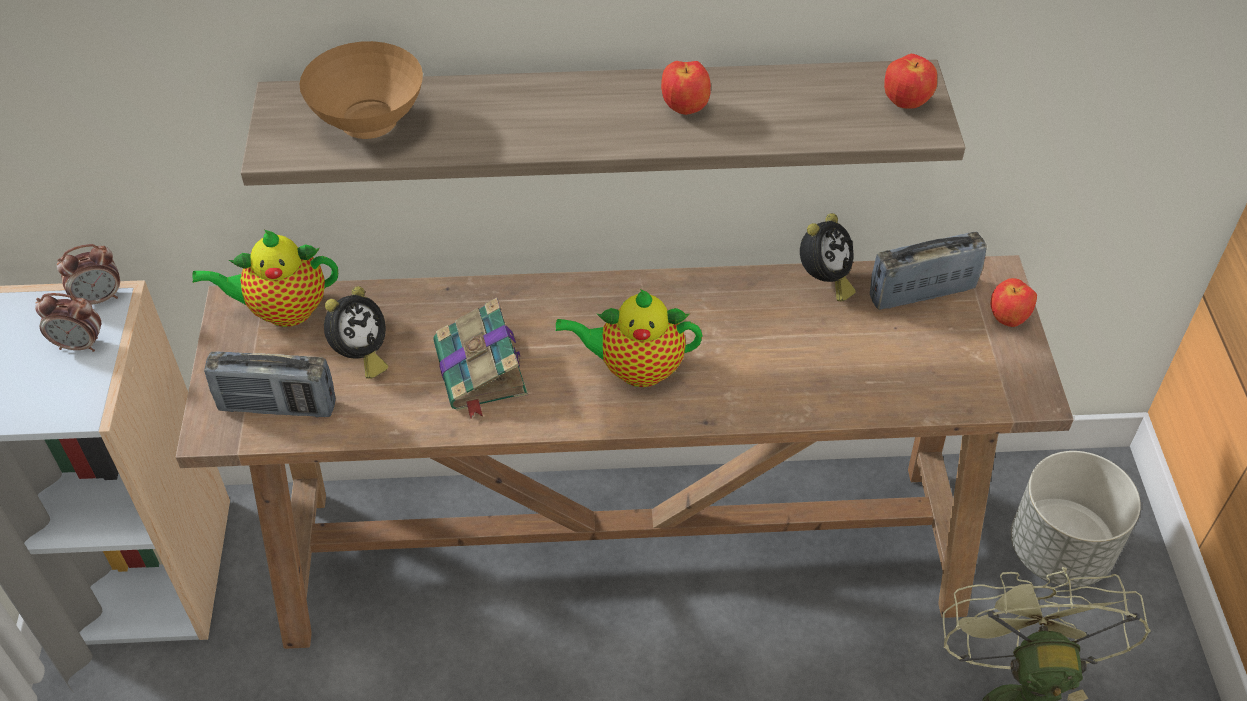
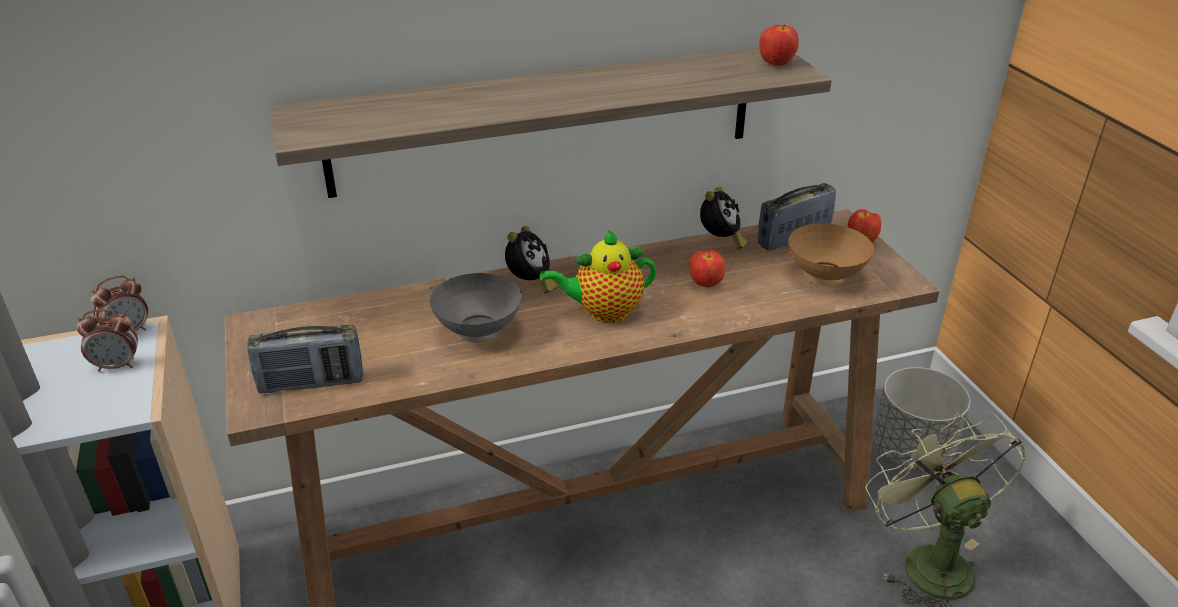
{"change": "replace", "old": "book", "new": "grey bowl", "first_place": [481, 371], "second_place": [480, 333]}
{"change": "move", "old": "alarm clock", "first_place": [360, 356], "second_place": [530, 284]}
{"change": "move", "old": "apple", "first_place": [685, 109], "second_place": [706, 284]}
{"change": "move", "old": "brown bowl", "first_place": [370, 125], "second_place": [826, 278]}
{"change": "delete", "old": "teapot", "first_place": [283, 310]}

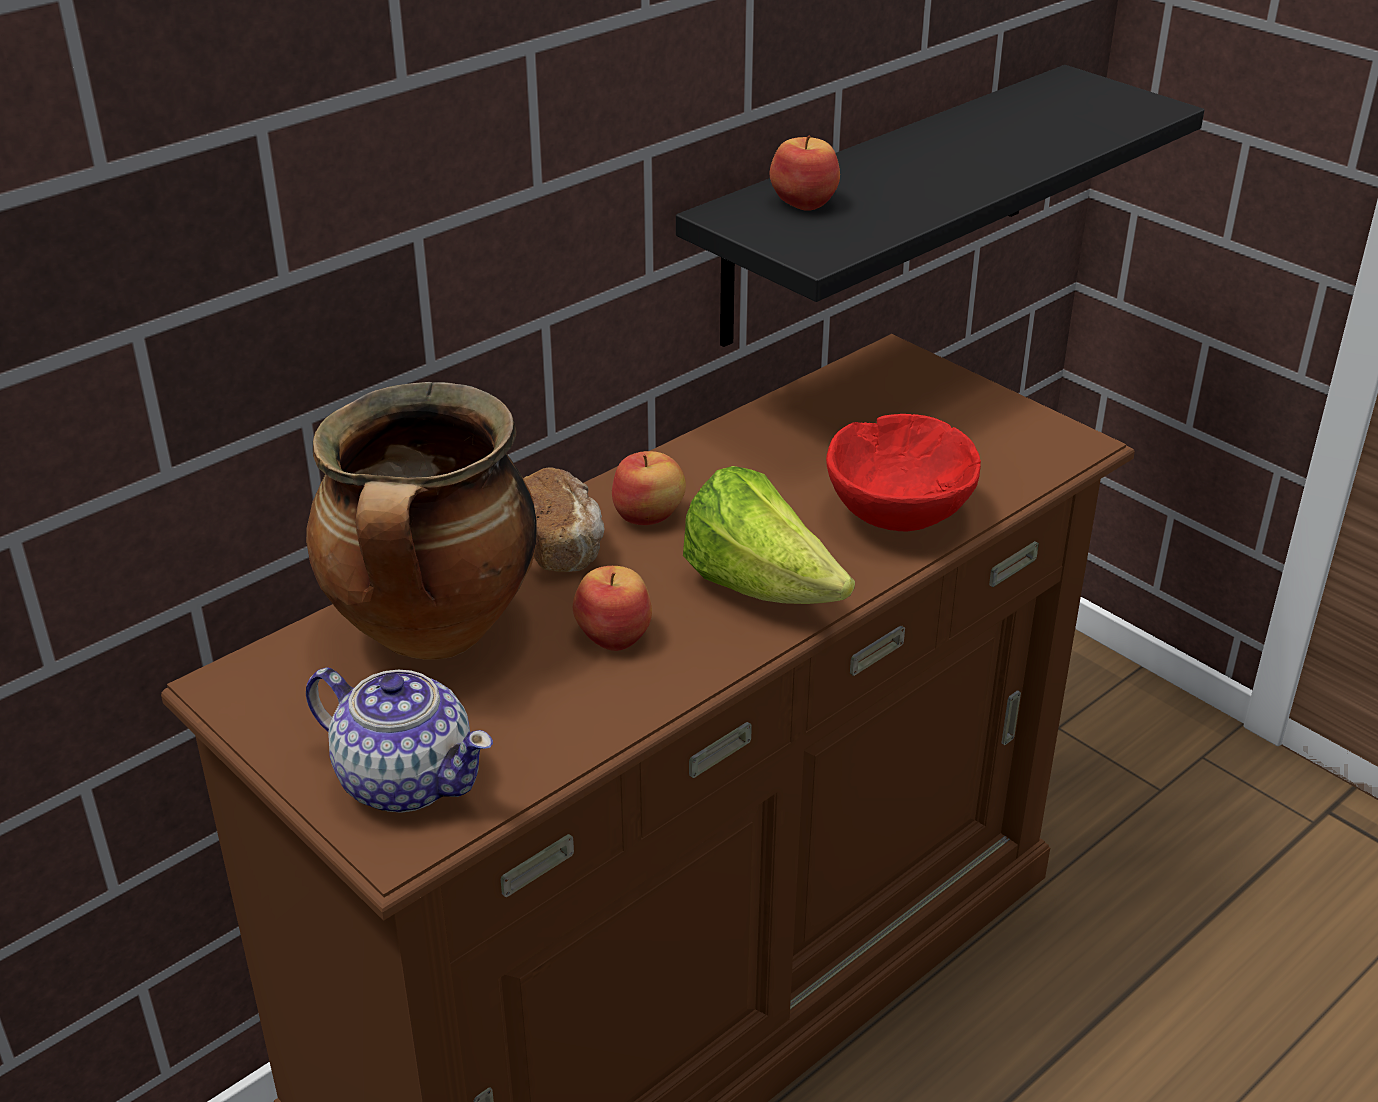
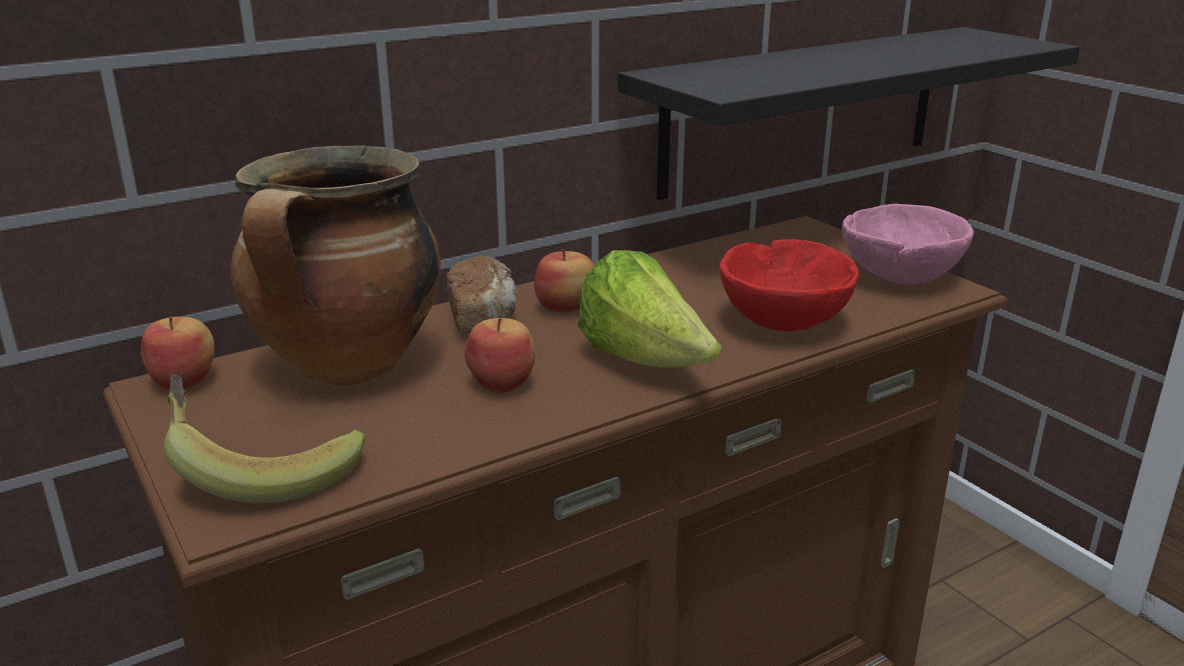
{"change": "move", "old": "apple", "first_place": [805, 201], "second_place": [185, 380]}
{"change": "replace", "old": "teapot", "new": "banana", "first_place": [405, 779], "second_place": [262, 469]}
{"change": "insert", "new": "pink bowl", "second_place": [900, 278]}

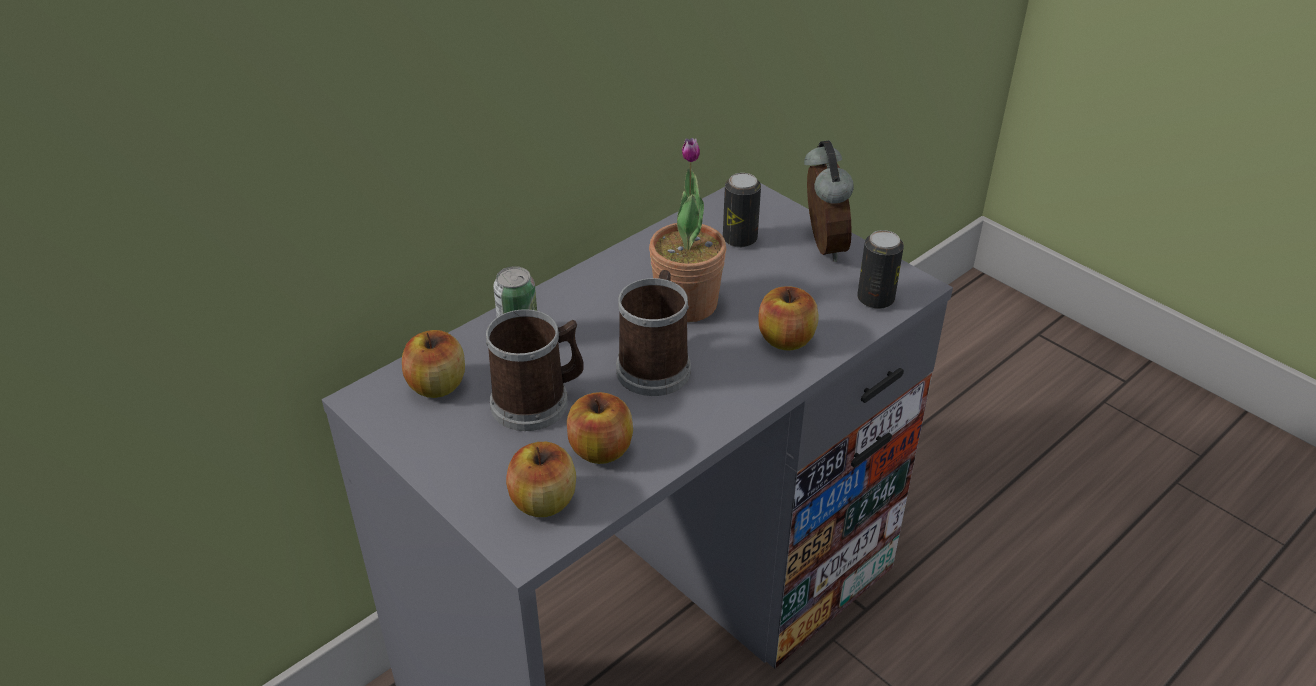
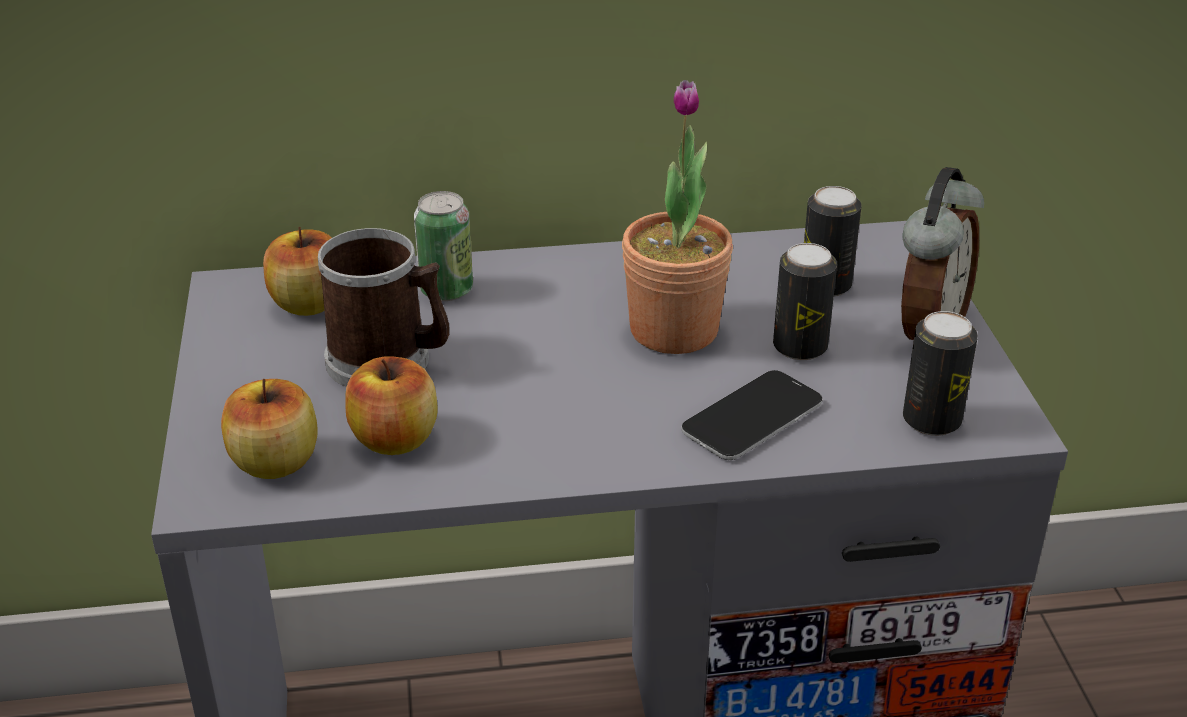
{"change": "replace", "old": "apple", "new": "phone", "first_place": [786, 340], "second_place": [752, 418]}
{"change": "insert", "new": "can", "second_place": [800, 347]}
{"change": "delete", "old": "mug", "first_place": [655, 364]}

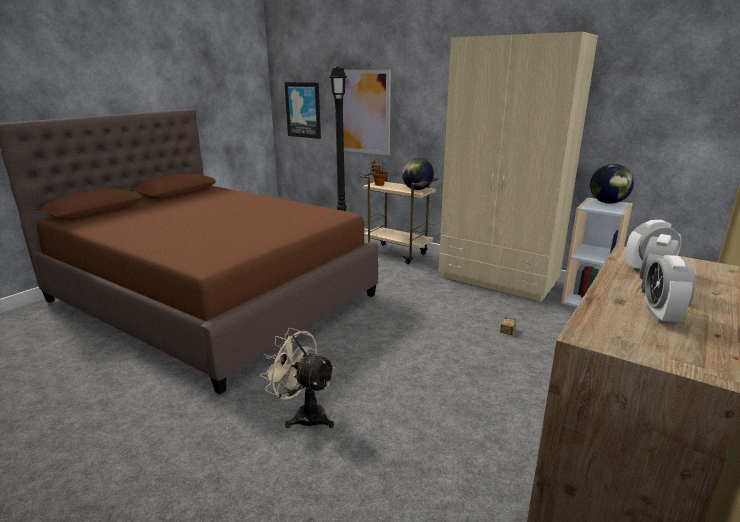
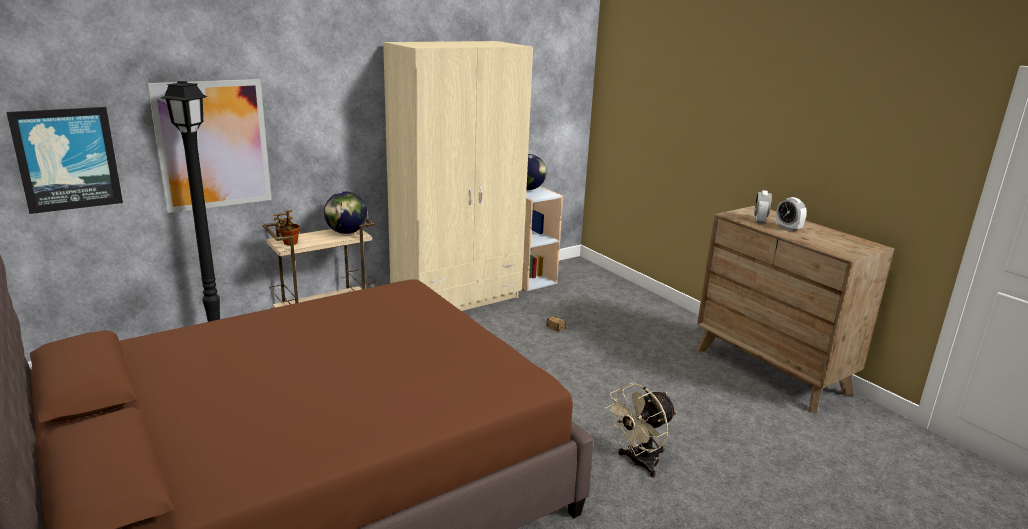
{"change": "delete", "old": "alarm clock", "first_place": [661, 316]}

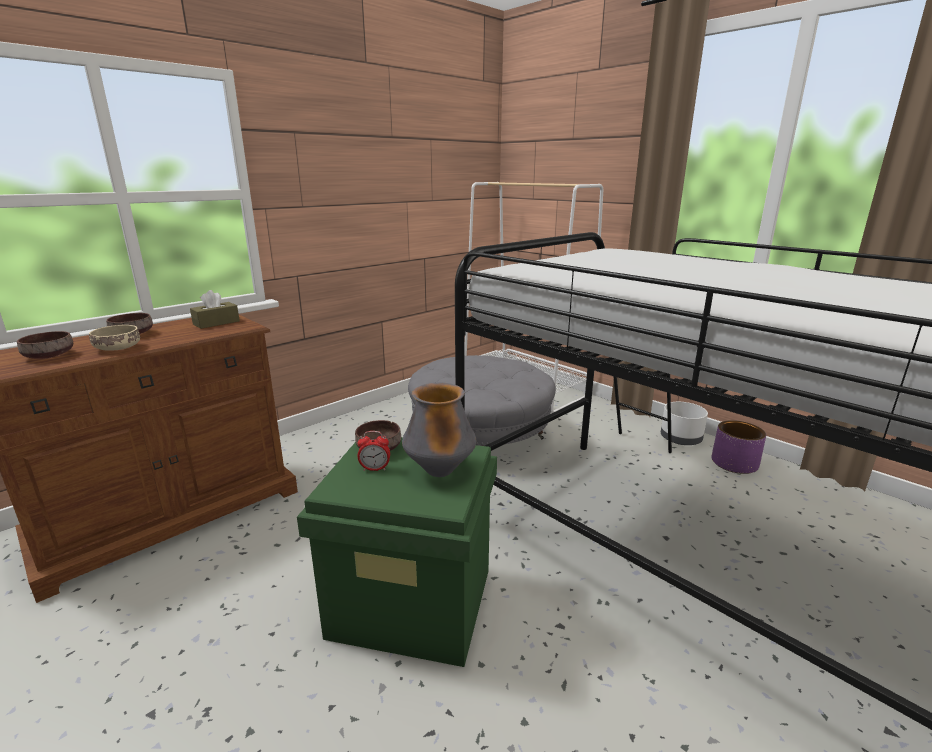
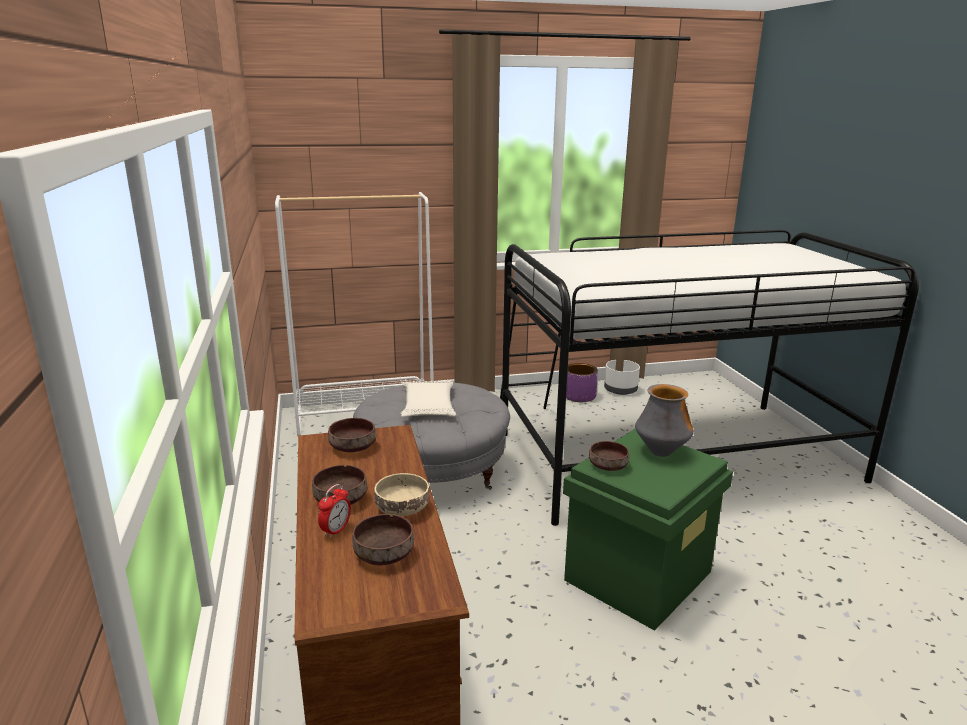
{"change": "move", "old": "alarm clock", "first_place": [375, 469], "second_place": [336, 530]}
{"change": "replace", "old": "brown tissue box", "new": "brown bowl", "first_place": [216, 323], "second_place": [353, 447]}
{"change": "insert", "new": "white pillow", "second_place": [428, 404]}
{"change": "move", "old": "white planter", "first_place": [681, 439], "second_place": [620, 390]}

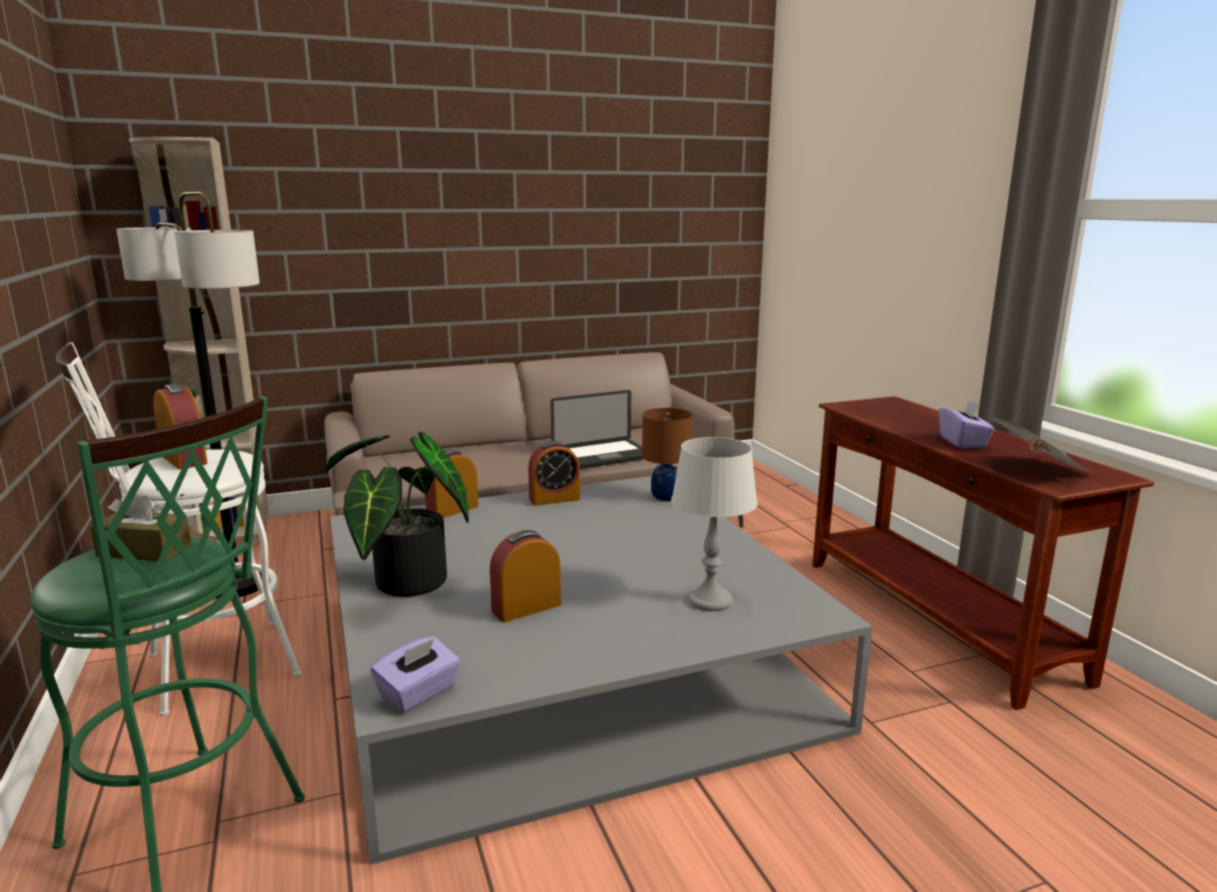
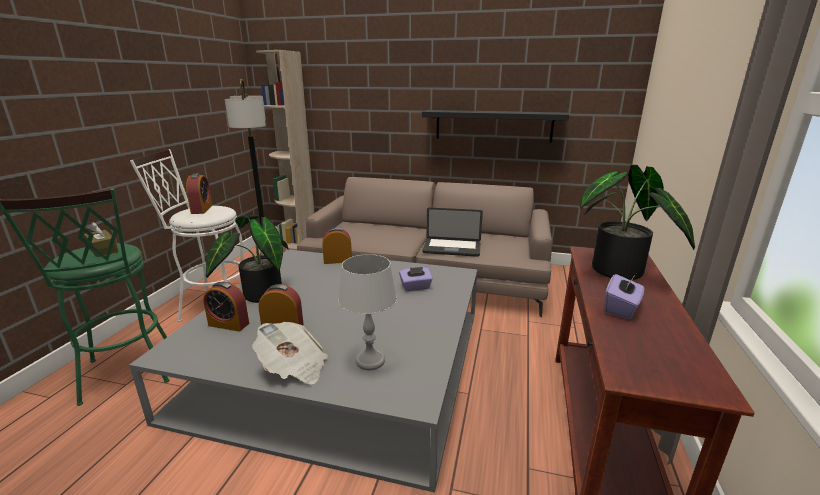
{"change": "move", "old": "alarm clock", "first_place": [554, 499], "second_place": [228, 324]}
{"change": "move", "old": "newspaper", "first_place": [1038, 471], "second_place": [293, 367]}
{"change": "move", "old": "purple tissue box", "first_place": [419, 694], "second_place": [415, 287]}
{"change": "insert", "new": "black shelf", "second_place": [493, 125]}
{"change": "insert", "new": "potted plant", "second_place": [619, 273]}
{"change": "delete", "old": "brown table lamp", "first_place": [665, 497]}

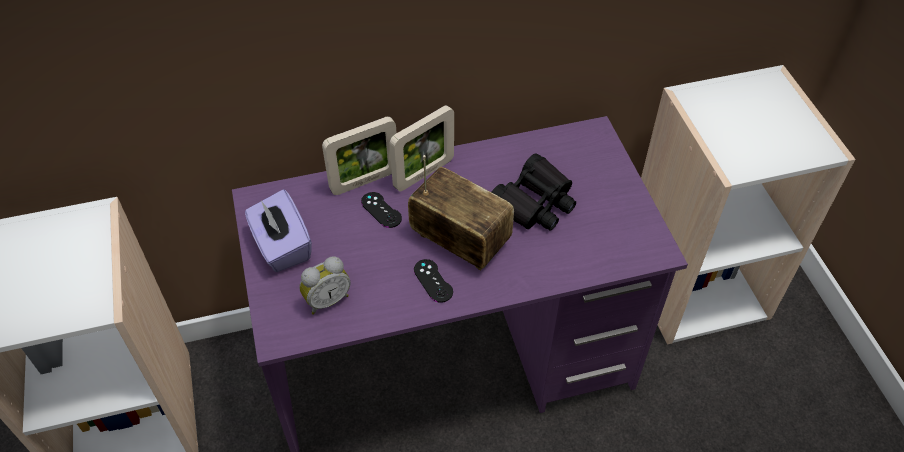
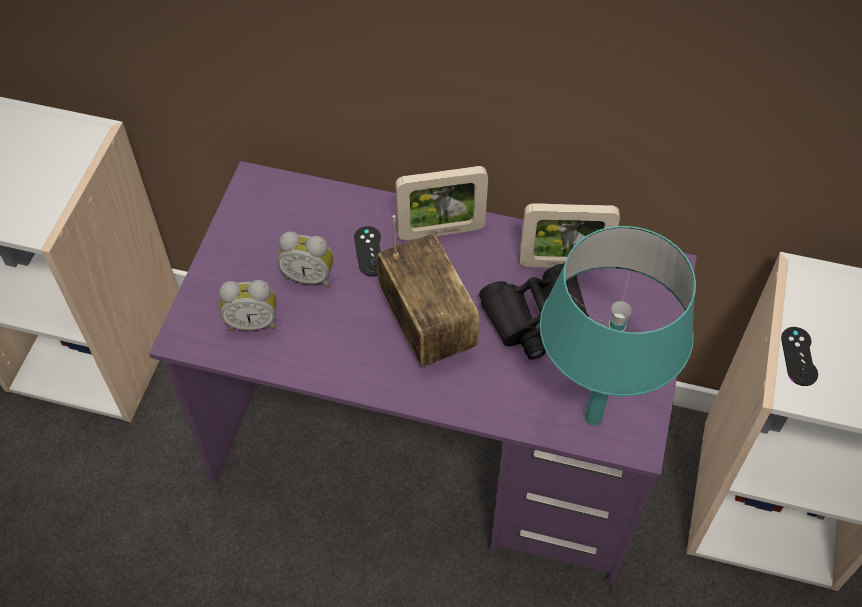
{"change": "insert", "new": "alarm clock", "second_place": [309, 276]}
{"change": "move", "old": "picture frame", "first_place": [364, 181], "second_place": [563, 264]}
{"change": "insert", "new": "turquoise table lamp", "second_place": [592, 417]}
{"change": "move", "old": "black game controller", "first_place": [433, 281], "second_place": [799, 356]}
{"change": "delete", "old": "purple tissue box", "first_place": [282, 246]}

